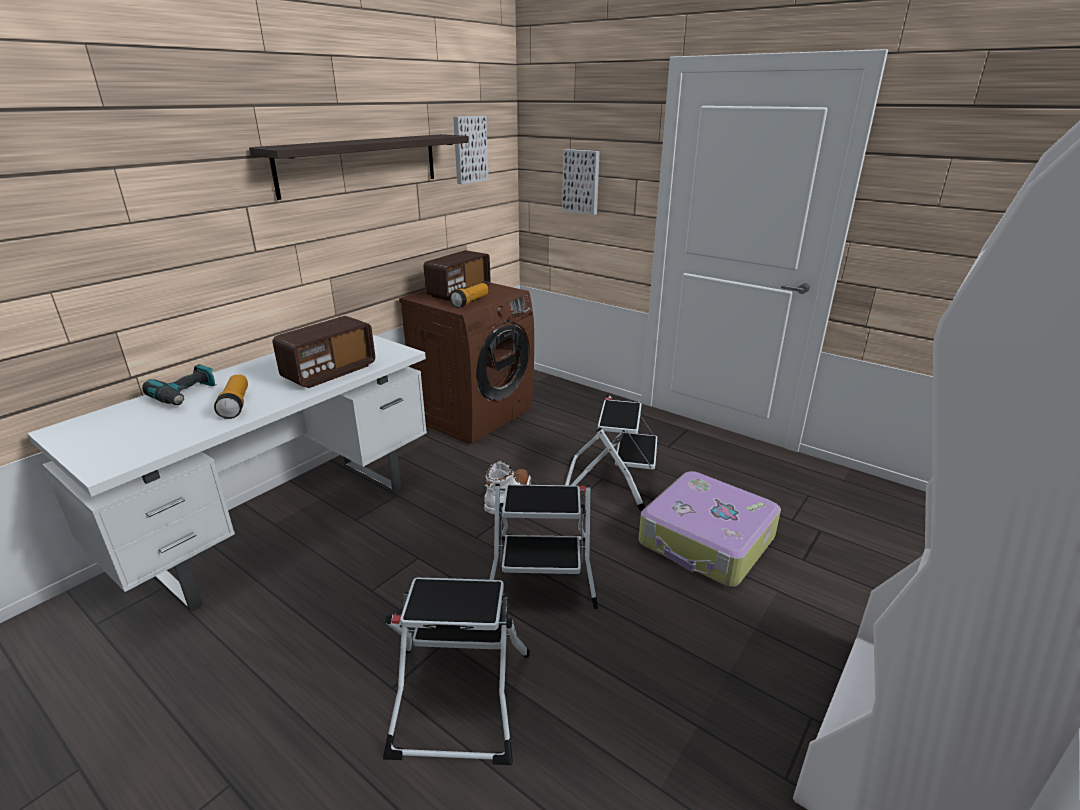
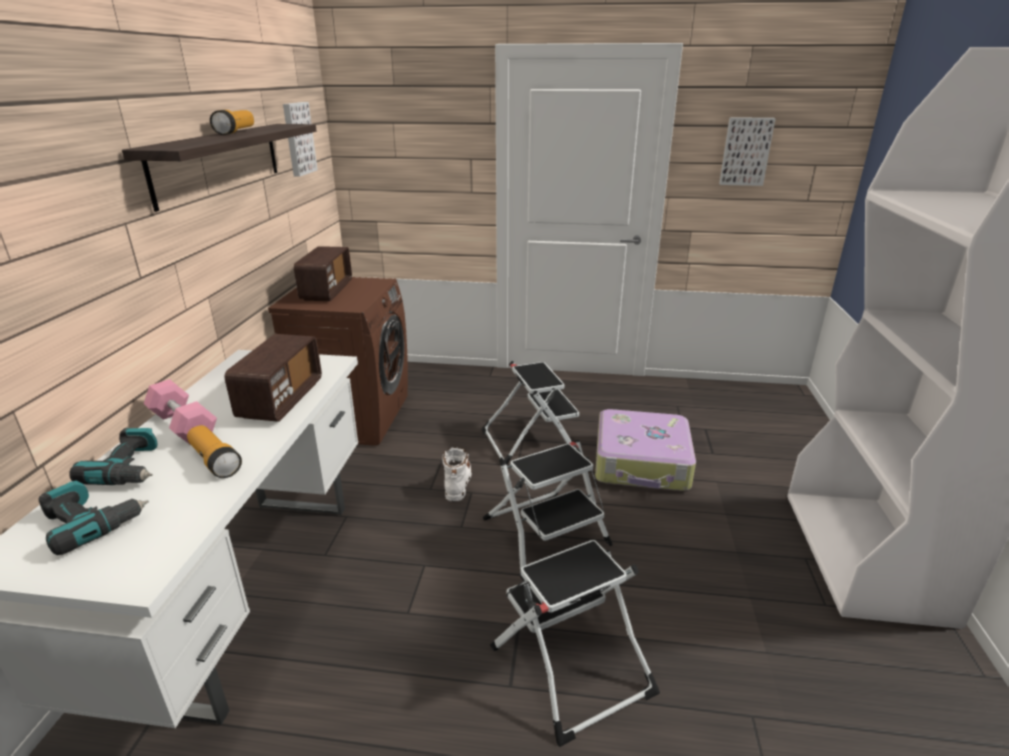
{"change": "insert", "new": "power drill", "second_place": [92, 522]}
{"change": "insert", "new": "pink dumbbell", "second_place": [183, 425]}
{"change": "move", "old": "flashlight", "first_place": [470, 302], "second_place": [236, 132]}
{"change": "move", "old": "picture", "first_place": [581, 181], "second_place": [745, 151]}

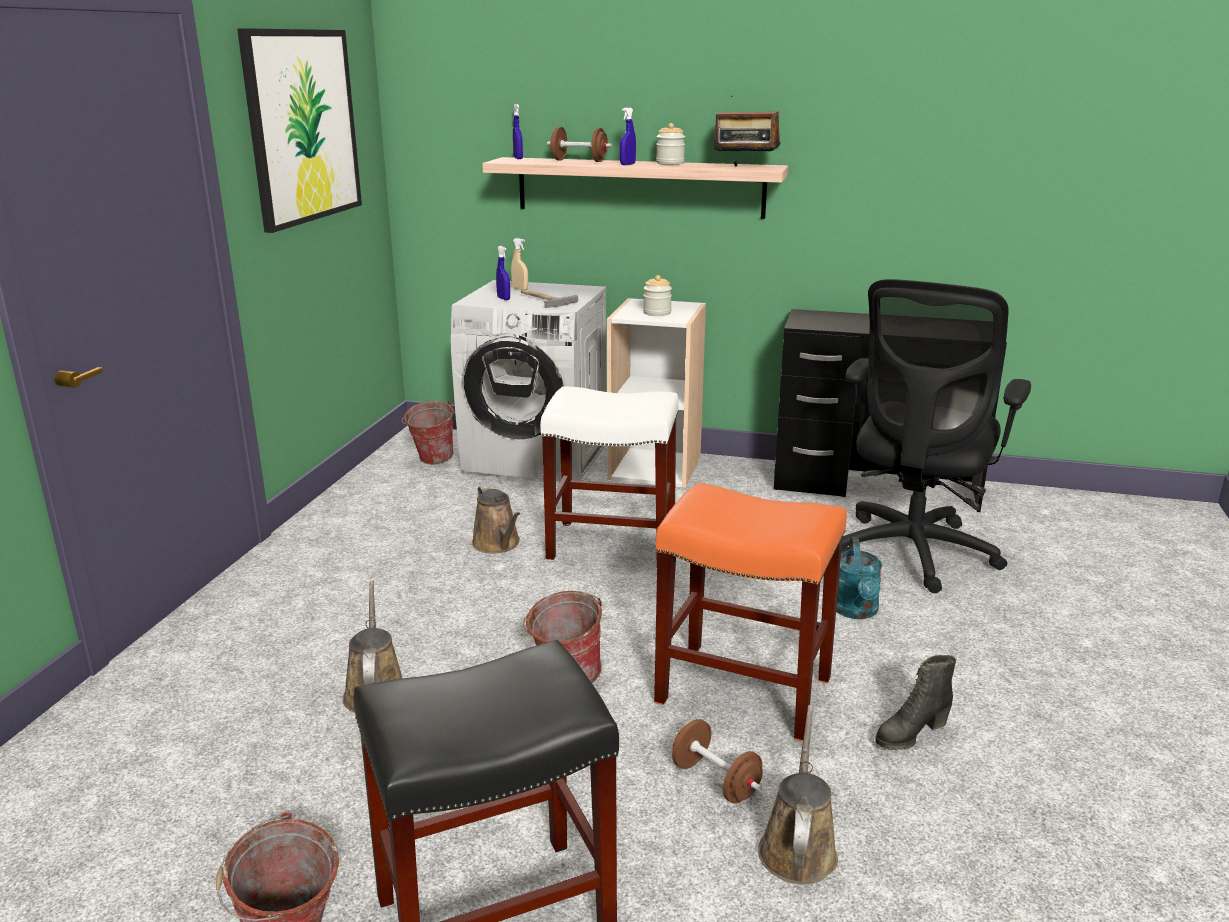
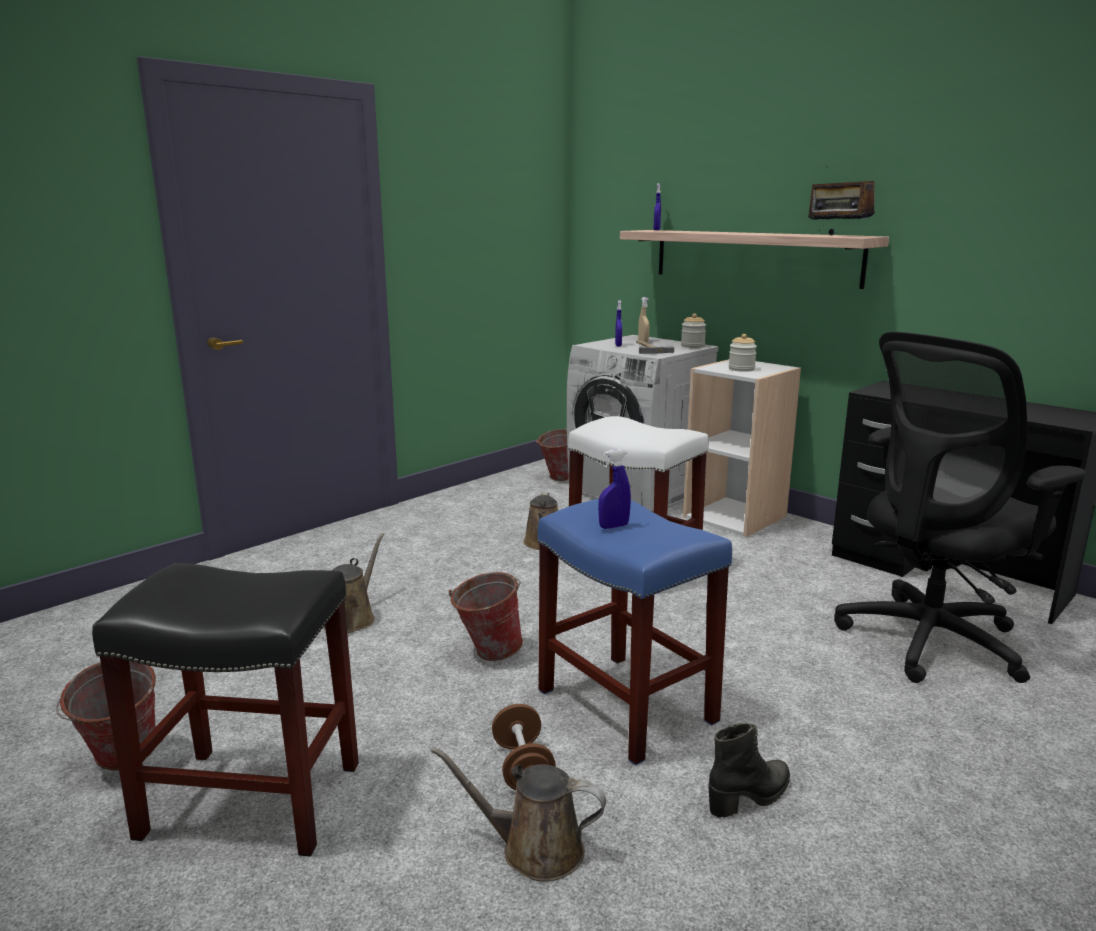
{"change": "rotate", "old": "brown watering can", "first_place": [798, 847], "second_place": [534, 849], "degrees": -120}
{"change": "recolor", "old": "orange stool", "new": "blue stool", "first_place": [746, 690], "second_place": [628, 706]}
{"change": "move", "old": "blue spray bottle", "first_place": [627, 164], "second_place": [613, 526]}
{"change": "move", "old": "jar", "first_place": [670, 163], "second_place": [692, 346]}
{"change": "rotate", "old": "black boot", "first_place": [910, 734], "second_place": [750, 797], "degrees": 150}
{"change": "delete", "old": "picture", "first_place": [302, 126]}
{"change": "delete", "old": "brown dumbbell", "first_place": [579, 161]}
{"change": "delete", "old": "turquoise watering can", "first_place": [856, 611]}

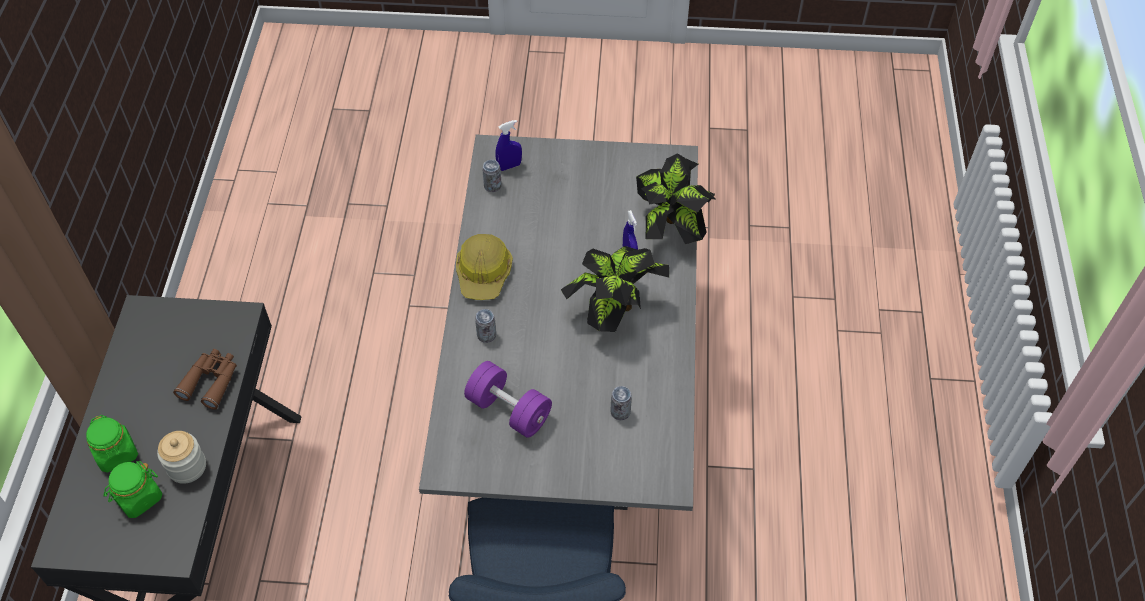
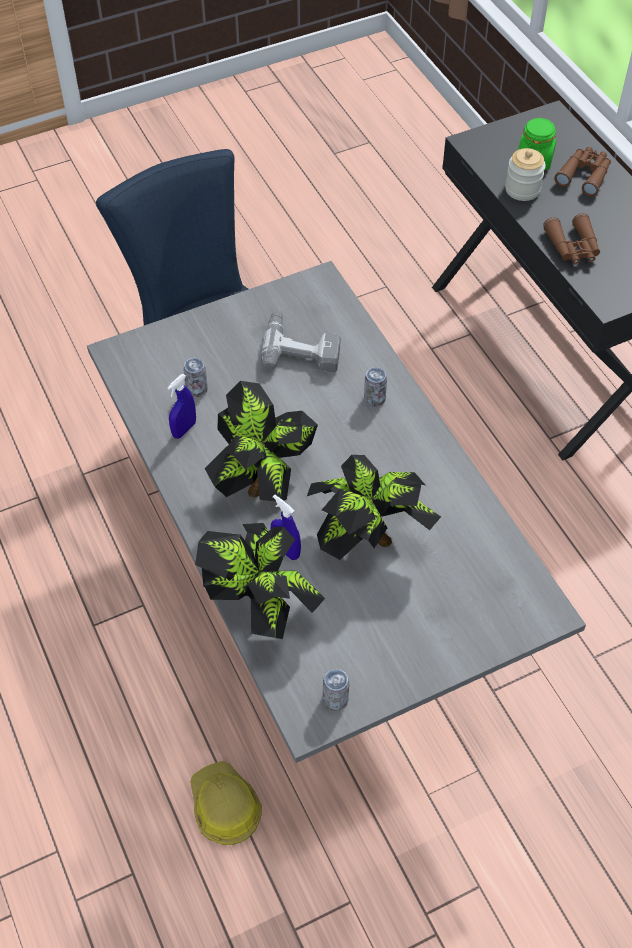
{"change": "move", "old": "blue spray bottle", "first_place": [509, 166], "second_place": [184, 429]}
{"change": "move", "old": "hard hat", "first_place": [484, 273], "second_place": [224, 807]}
{"change": "replace", "old": "purple dumbbell", "new": "power drill", "first_place": [508, 410], "second_place": [302, 346]}
{"change": "insert", "new": "potted plant", "second_place": [368, 540]}
{"change": "move", "old": "can", "first_place": [492, 186], "second_place": [335, 699]}
{"change": "replace", "old": "green jar", "new": "brown binoculars", "first_place": [116, 453], "second_place": [584, 175]}

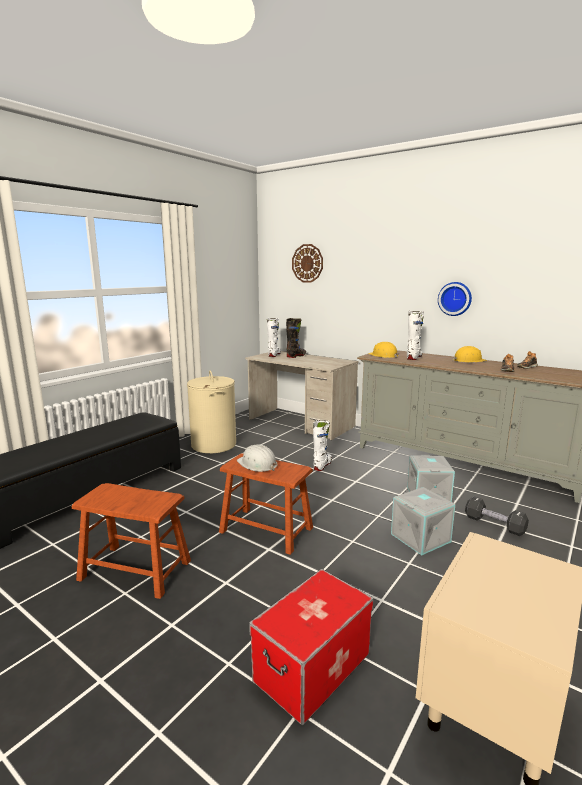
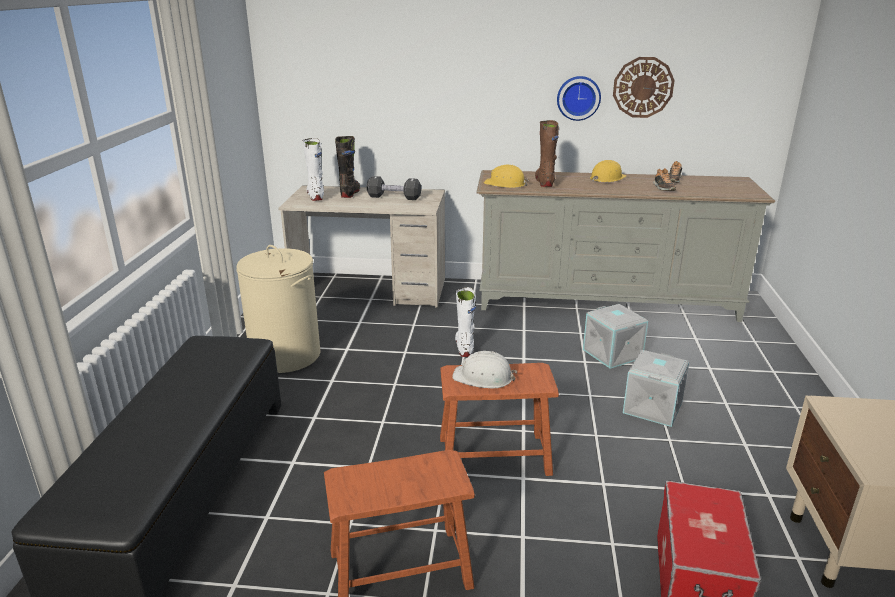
{"change": "move", "old": "black dumbbell", "first_place": [494, 524], "second_place": [394, 197]}
{"change": "recolor", "old": "white boot", "new": "brown boot", "first_place": [414, 357], "second_place": [544, 182]}
{"change": "move", "old": "wall clock", "first_place": [307, 263], "second_place": [643, 87]}

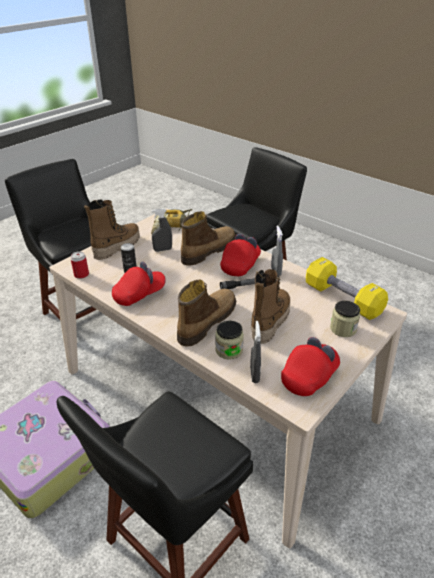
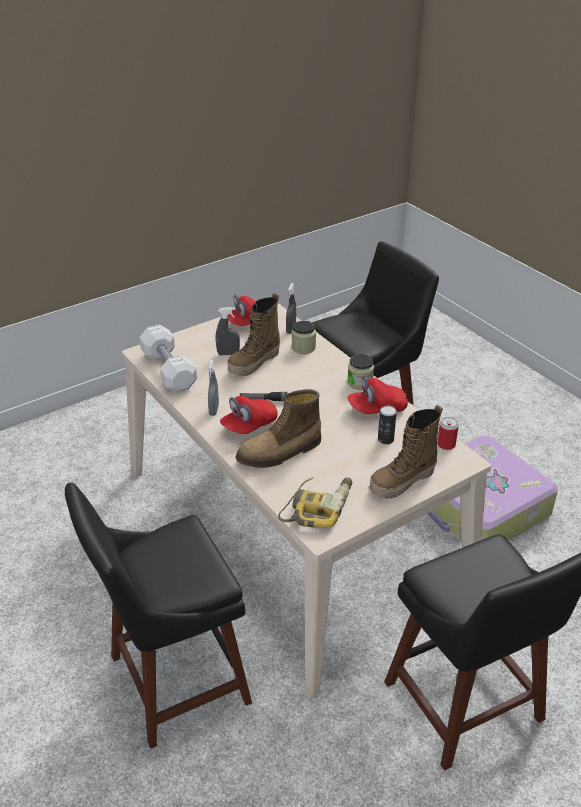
{"change": "recolor", "old": "yellow dumbbell", "new": "white dumbbell", "first_place": [342, 299], "second_place": [169, 370]}
{"change": "move", "old": "grey spray bottle", "first_place": [162, 250], "second_place": [228, 354]}
{"change": "move", "old": "jar", "first_place": [343, 329], "second_place": [360, 382]}
{"change": "delete", "old": "boot", "first_place": [206, 321]}

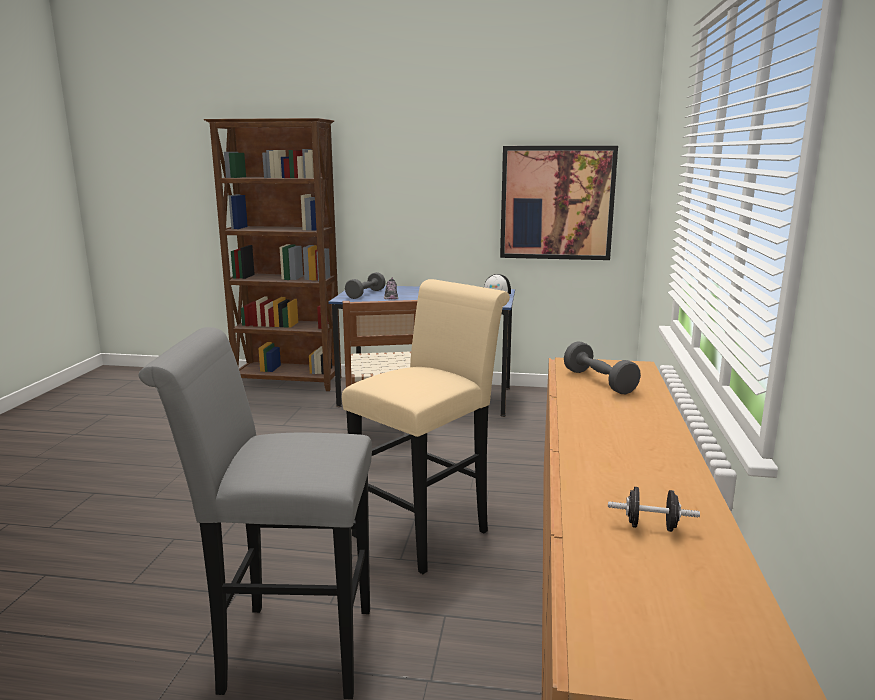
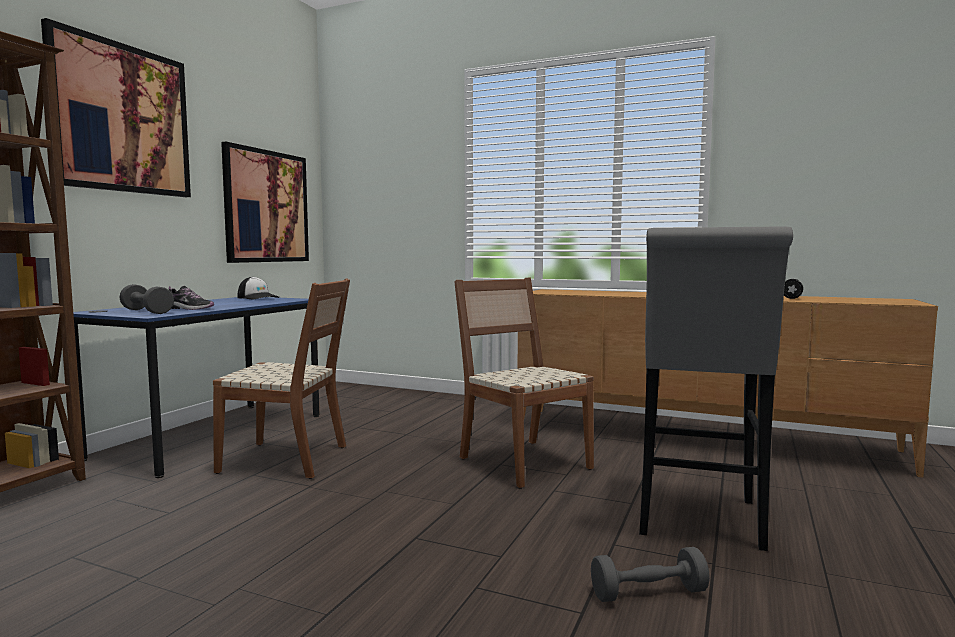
{"change": "insert", "new": "picture", "second_place": [122, 119]}
{"change": "replace", "old": "beige stool", "new": "chair", "first_place": [427, 529], "second_place": [522, 461]}
{"change": "move", "old": "grey dumbbell", "first_place": [599, 382], "second_place": [648, 593]}

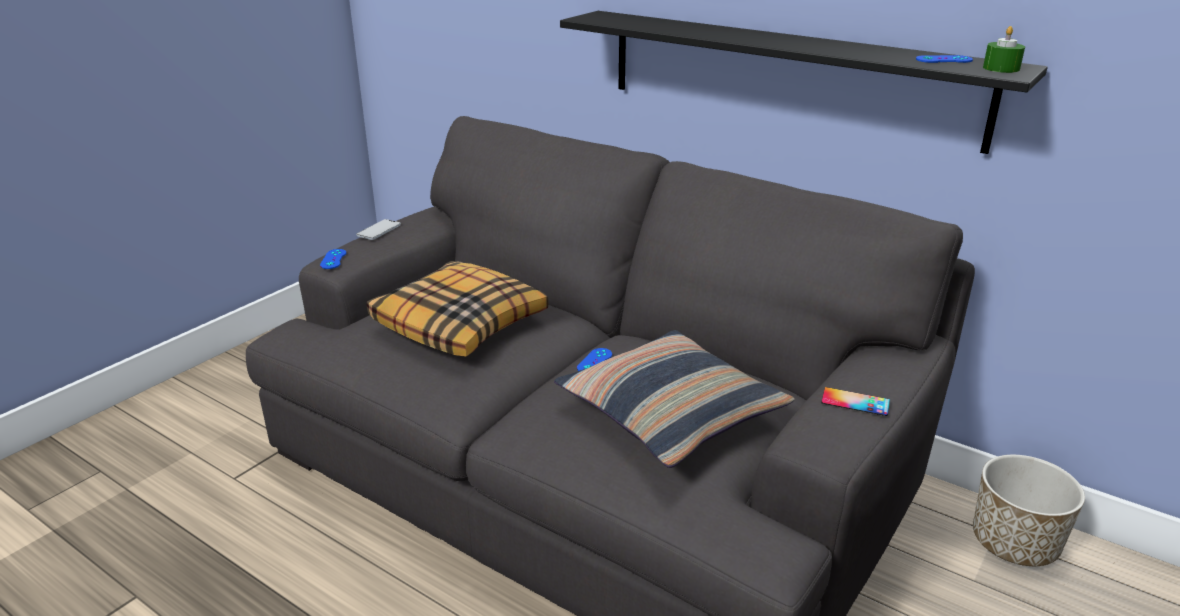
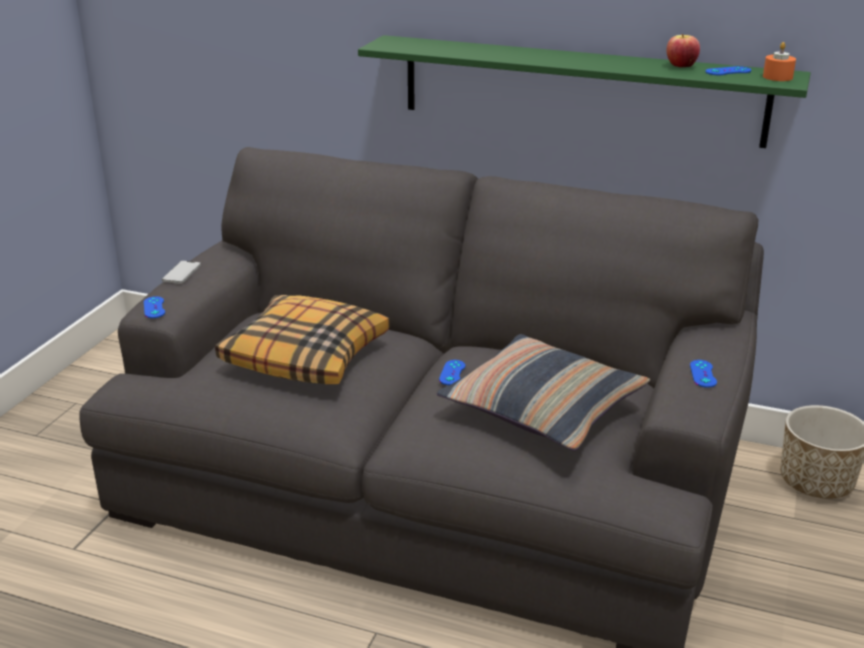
{"change": "recolor", "old": "black shelf", "new": "green shelf", "first_place": [787, 76], "second_place": [580, 90]}
{"change": "insert", "new": "apple", "second_place": [681, 66]}
{"change": "replace", "old": "phone", "new": "blue game controller", "first_place": [855, 402], "second_place": [703, 374]}
{"change": "recolor", "old": "green candle", "new": "orange candle", "first_place": [1001, 68], "second_place": [777, 77]}

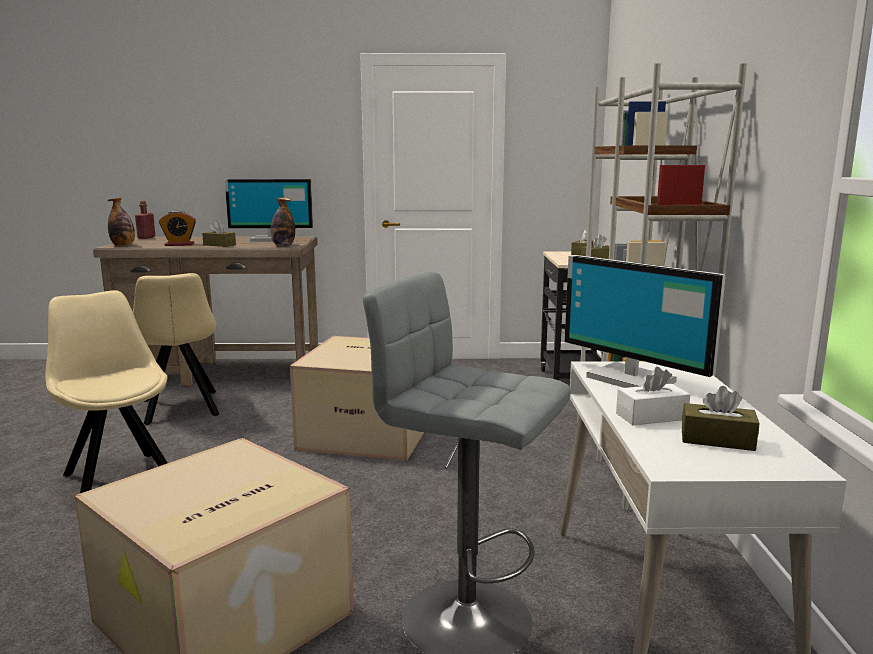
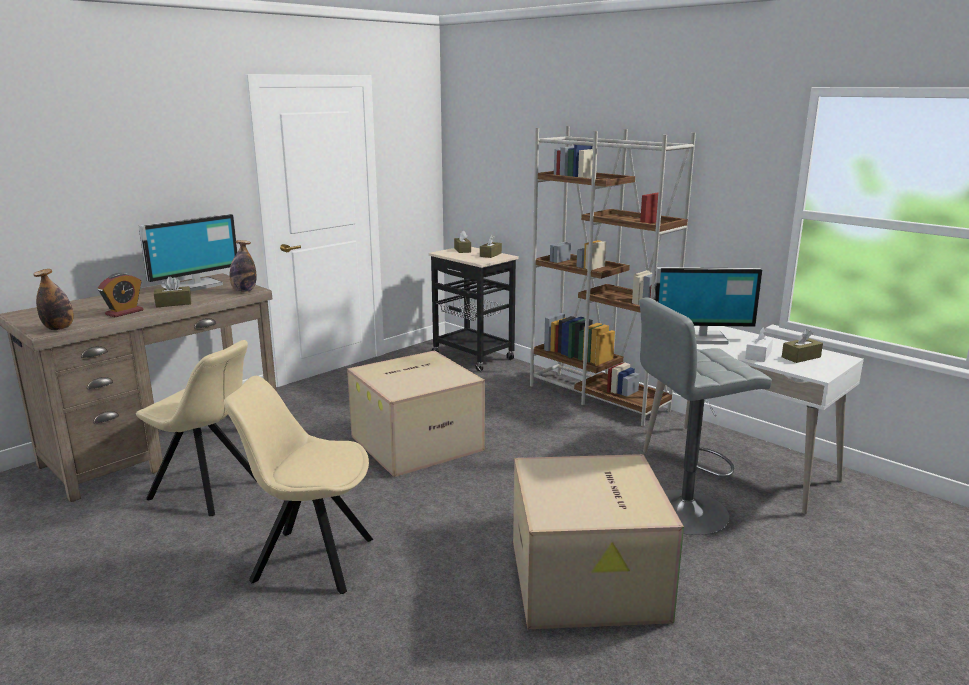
{"change": "delete", "old": "red bottle", "first_place": [146, 237]}

